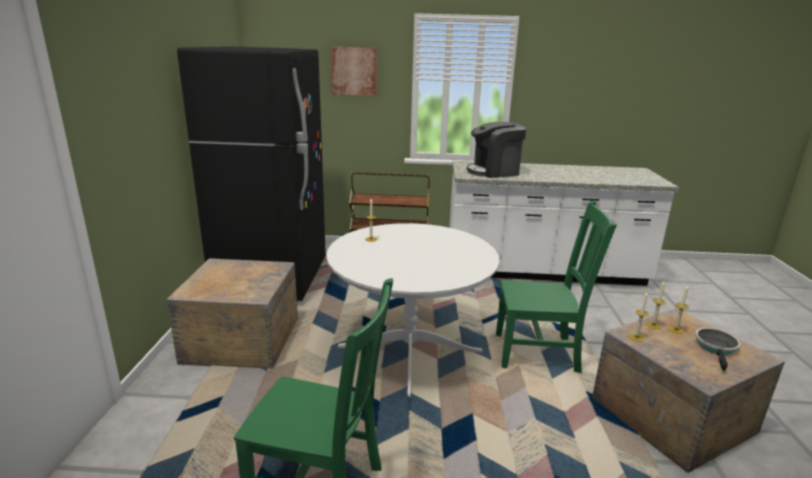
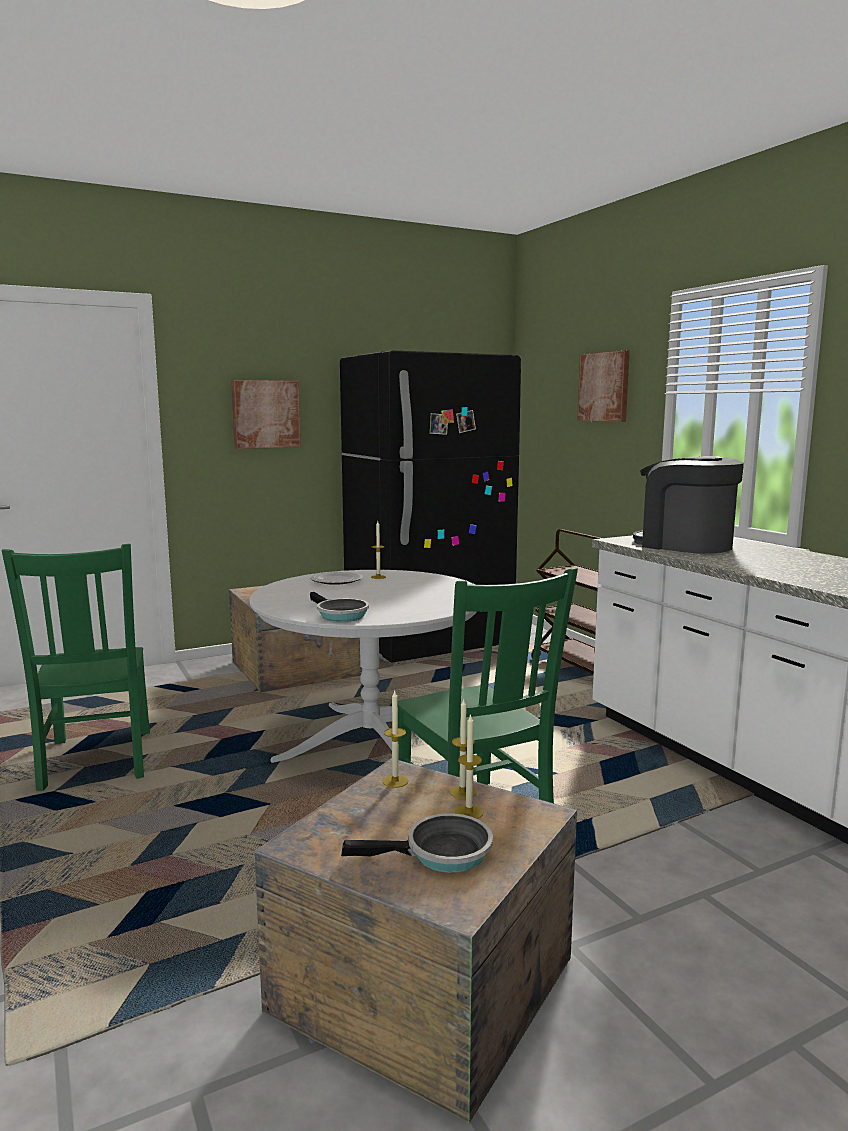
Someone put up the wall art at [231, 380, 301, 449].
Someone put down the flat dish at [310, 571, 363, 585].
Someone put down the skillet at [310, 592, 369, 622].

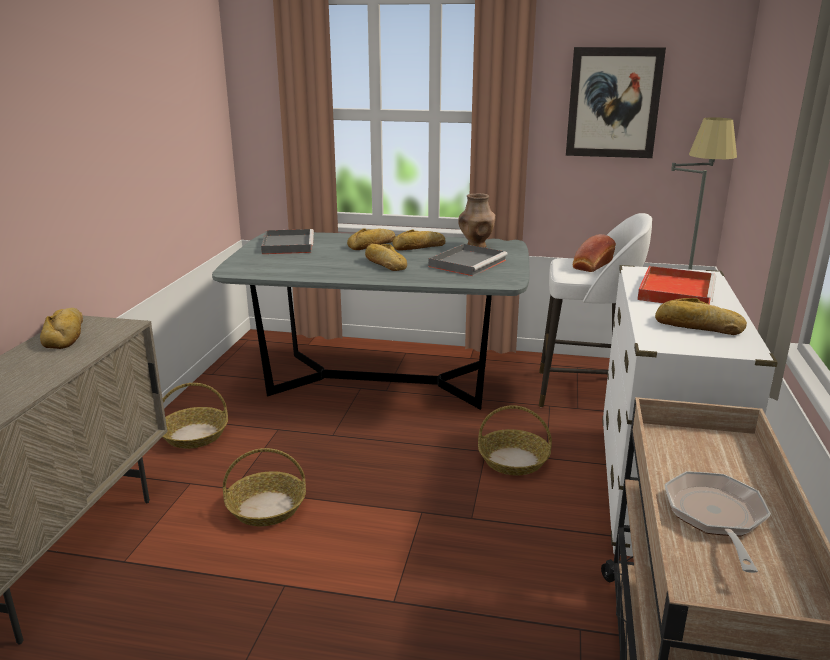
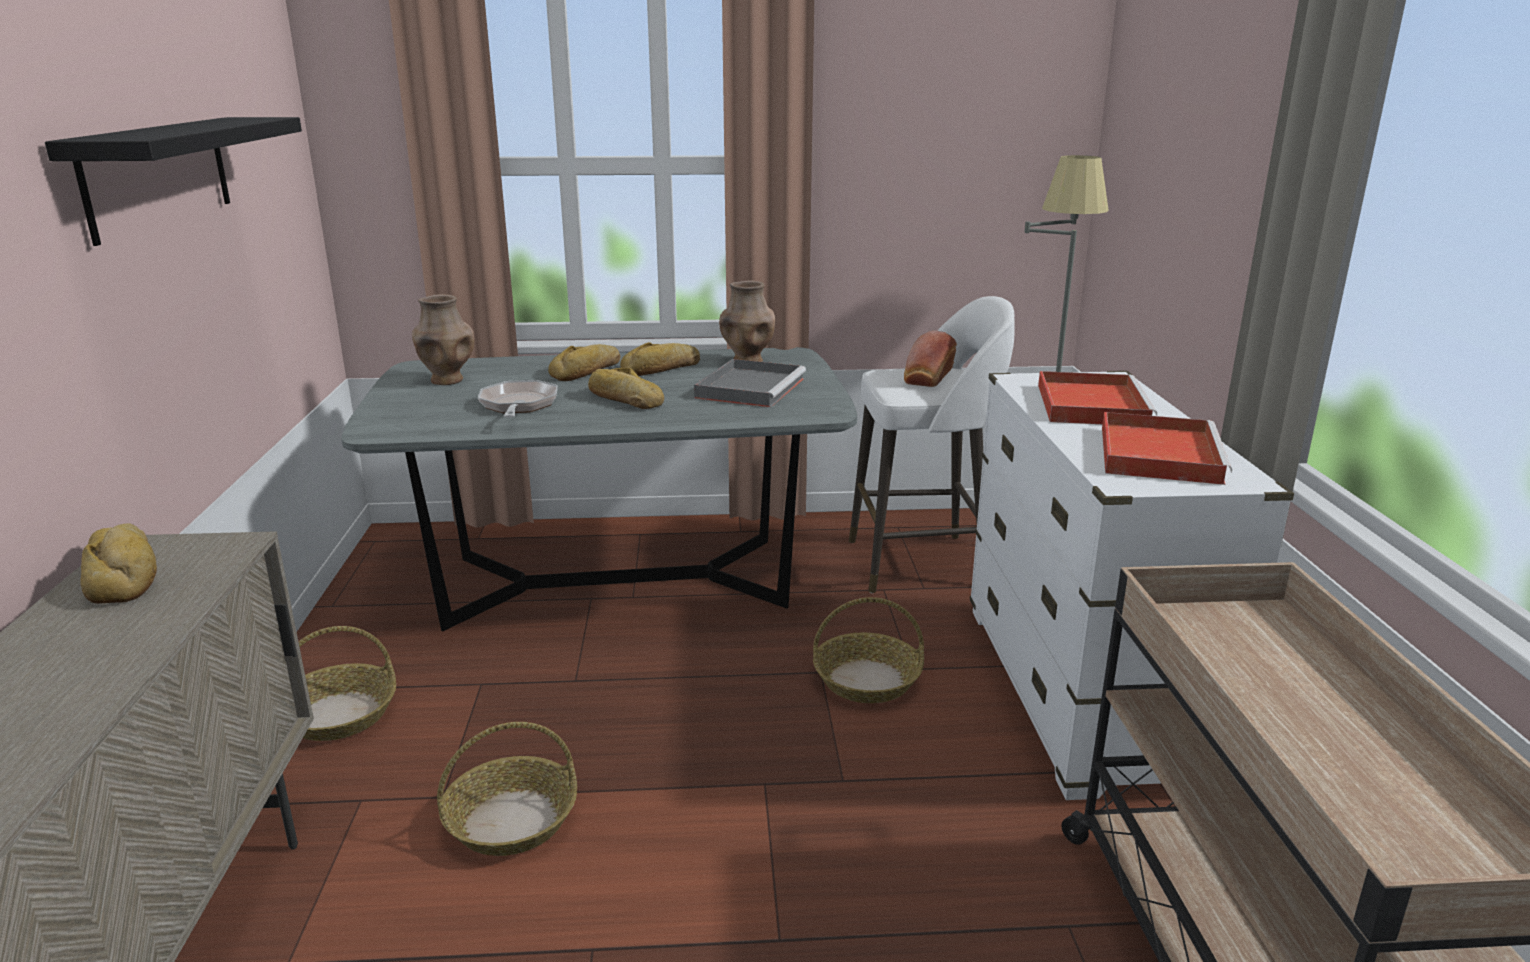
Someone took away the wall art at [566, 47, 666, 158].
Someone put up the black-coloured wall shelf at [45, 117, 302, 246].
Someone carried the skillet from [665, 471, 771, 573] to [478, 380, 558, 418].
Someone swapped the gray serving tray at [261, 229, 314, 254] for the brown decorative vase at [412, 294, 474, 385].
Someone swapped the bakery bread at [655, 298, 747, 335] for the red-coloured serving tray at [1102, 412, 1232, 485].

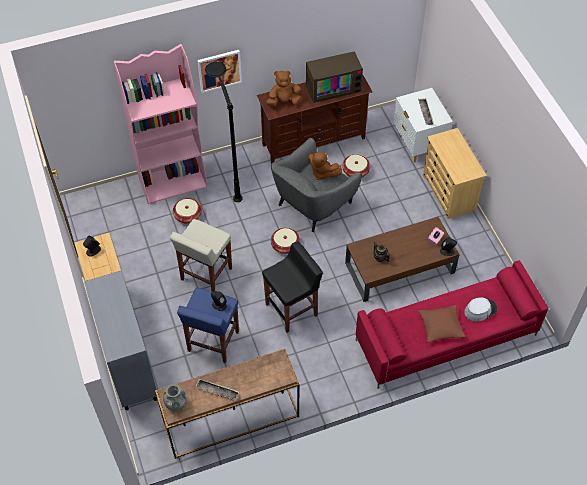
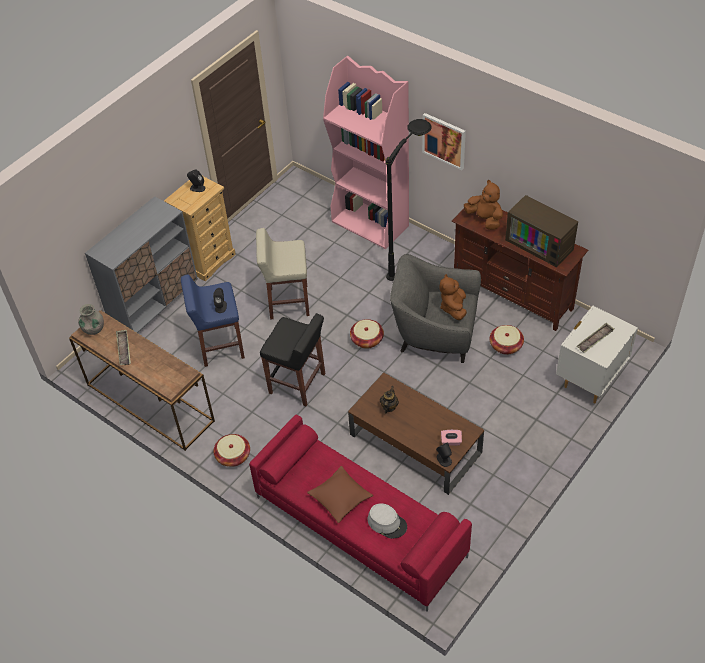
Someone took away the beige chest of drawers at [423, 128, 487, 219].
Someone carried the basket from [173, 198, 202, 224] to [214, 434, 250, 467].

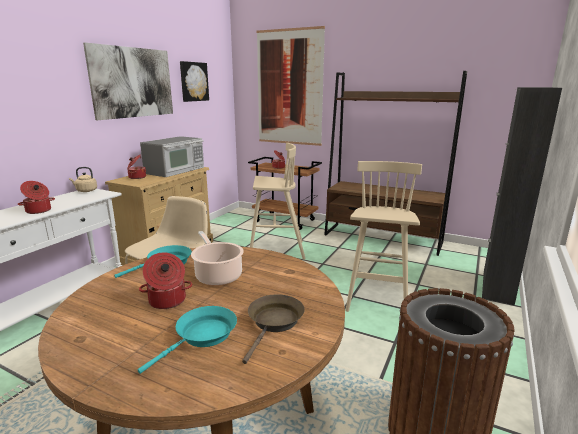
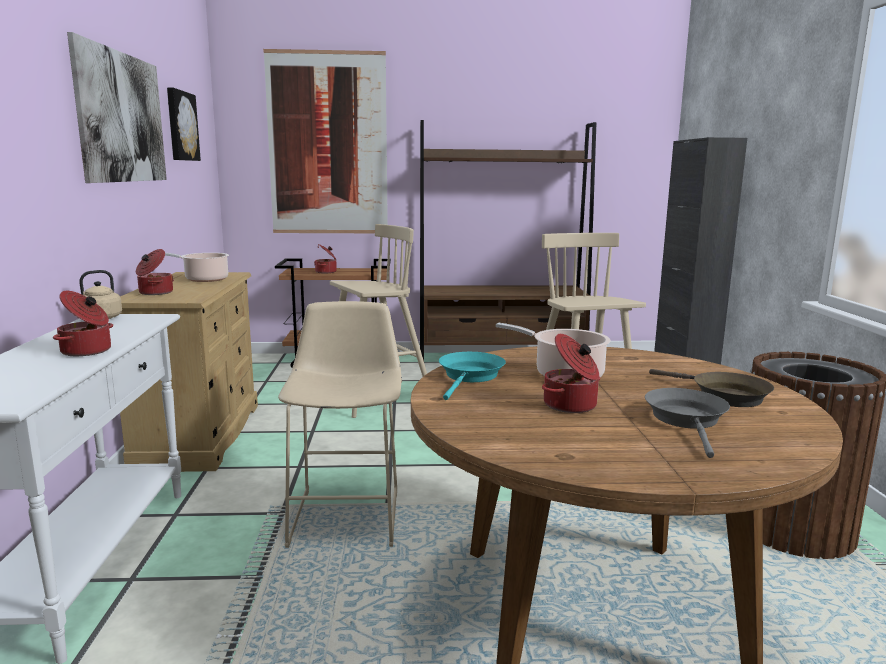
Someone swapped the kitchen microwave at [140, 136, 204, 177] for the cooking pot at [165, 253, 229, 282].
Someone repainted the turquoise-coloured skillet at [138, 306, 237, 374], which became the gray skillet at [645, 388, 730, 458].
Someone rotated the brown skillet at [242, 294, 305, 364] by 150 degrees clockwise.

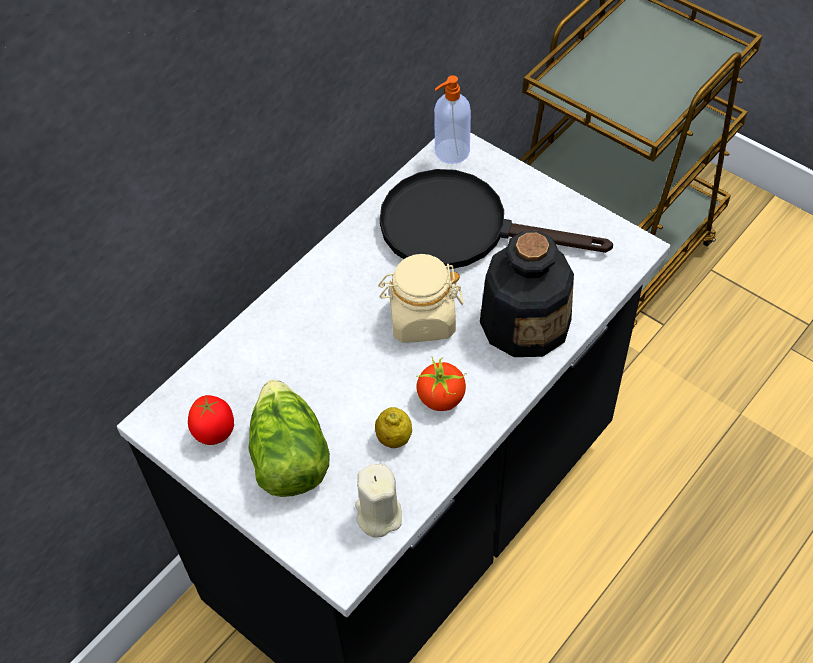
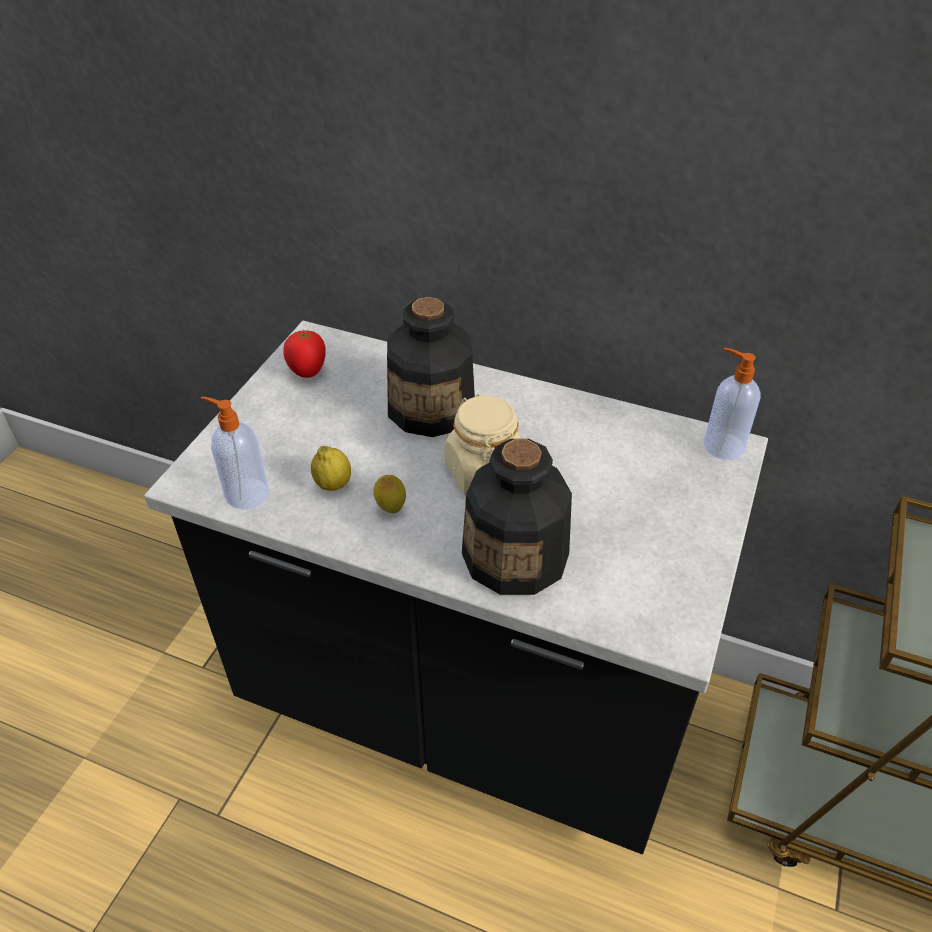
Someone took away the lettuce at [248, 379, 330, 497].
Someone took away the black-coloured skillet at [380, 169, 613, 269].
Someone put down the drink bottle at [387, 297, 475, 437].
Someone swapped the beige wax light at [355, 464, 402, 537] for the liquid soap bottle at [201, 396, 268, 509].
Someone swapped the tomato at [416, 357, 466, 411] for the citrus fruit at [373, 475, 406, 514].

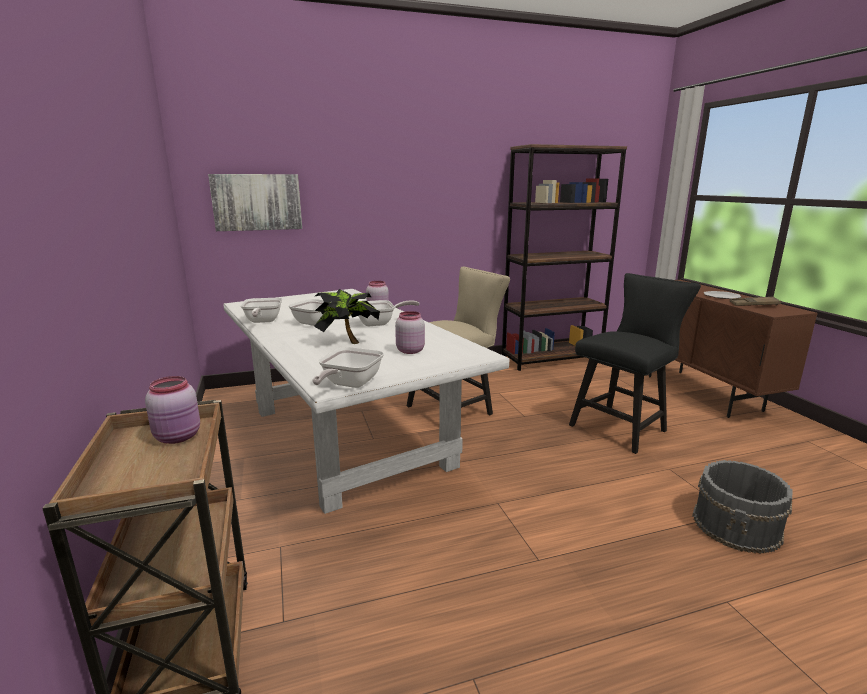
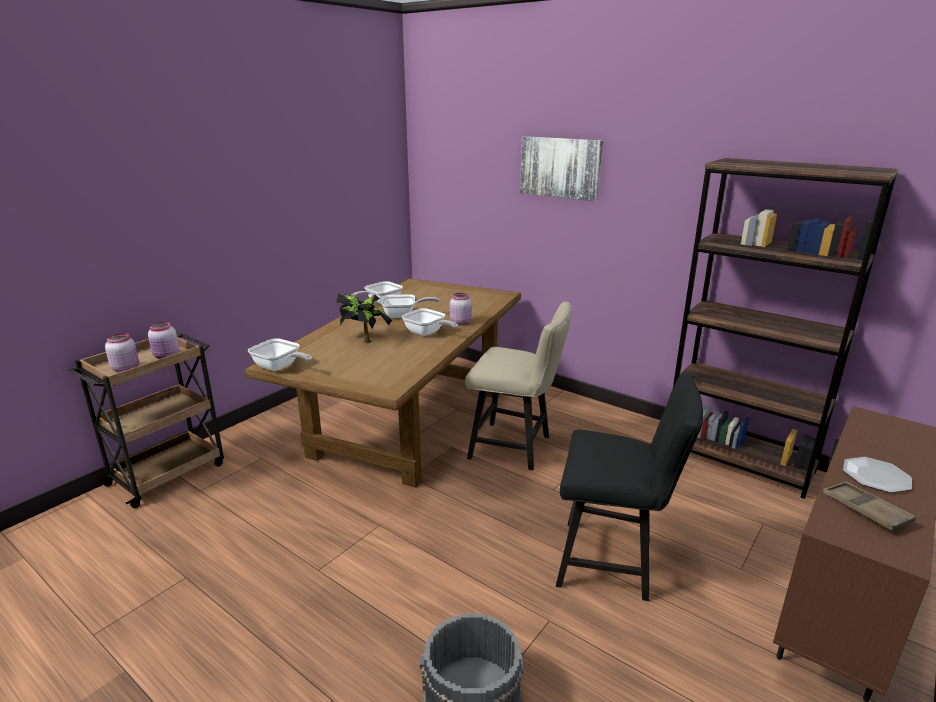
Someone carried the wall art from [208, 174, 302, 231] to [520, 136, 603, 202].
Someone carried the pink jar from [395, 311, 425, 354] to [105, 333, 139, 372].
Someone repainted the whitish kitchen table at [223, 289, 509, 514], which became the brown kitchen table at [245, 278, 521, 488].
Someone rotated the skillet at [312, 347, 384, 388] by 135 degrees counterclockwise.

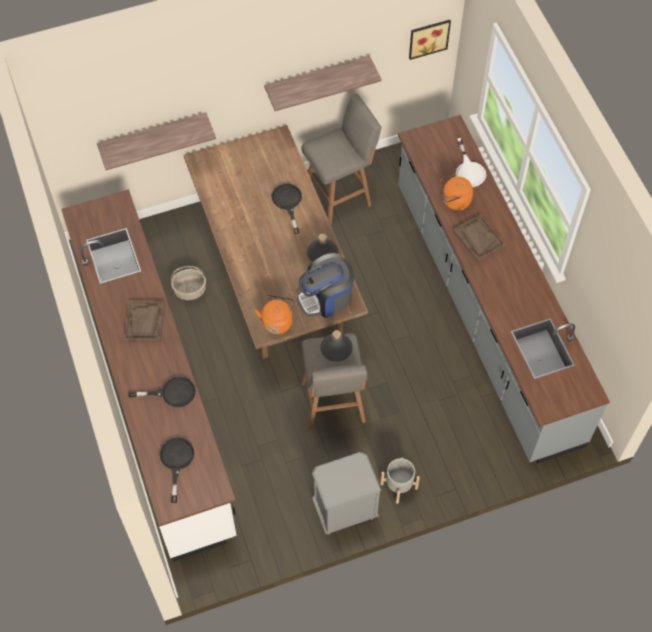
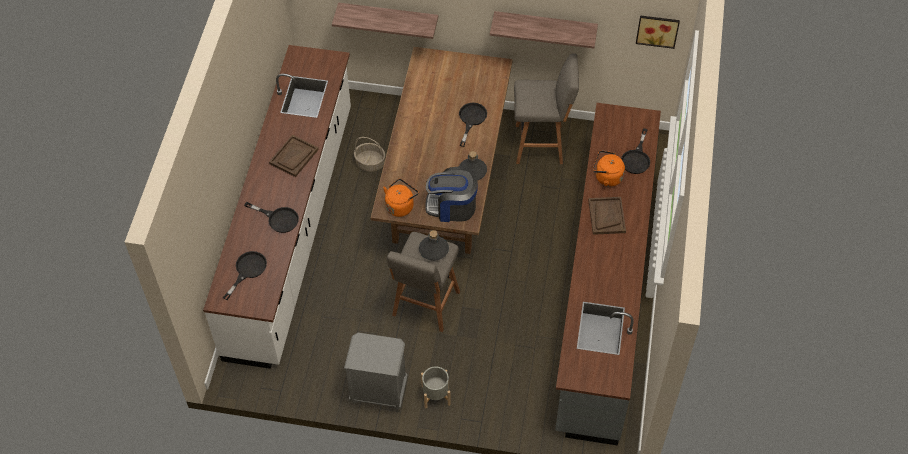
Someone repainted the whitish skillet at [456, 138, 486, 187], which became the black-coloured skillet at [621, 128, 650, 174].

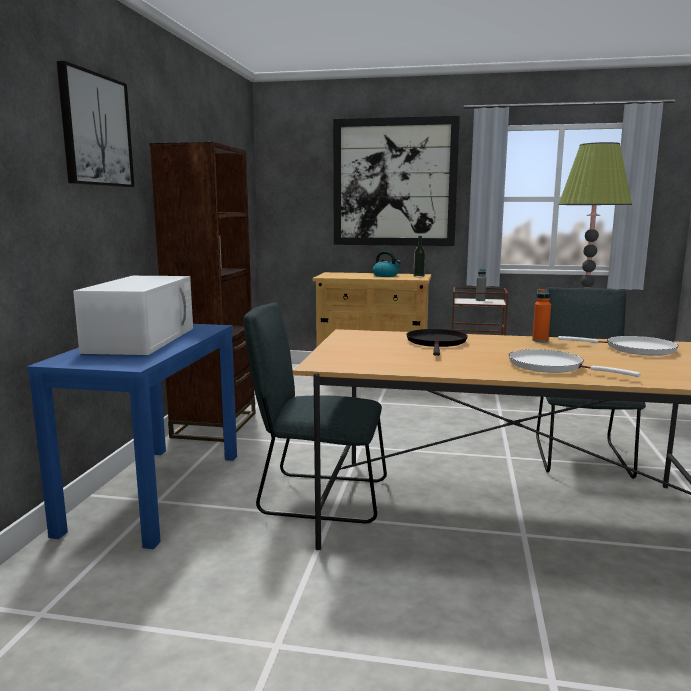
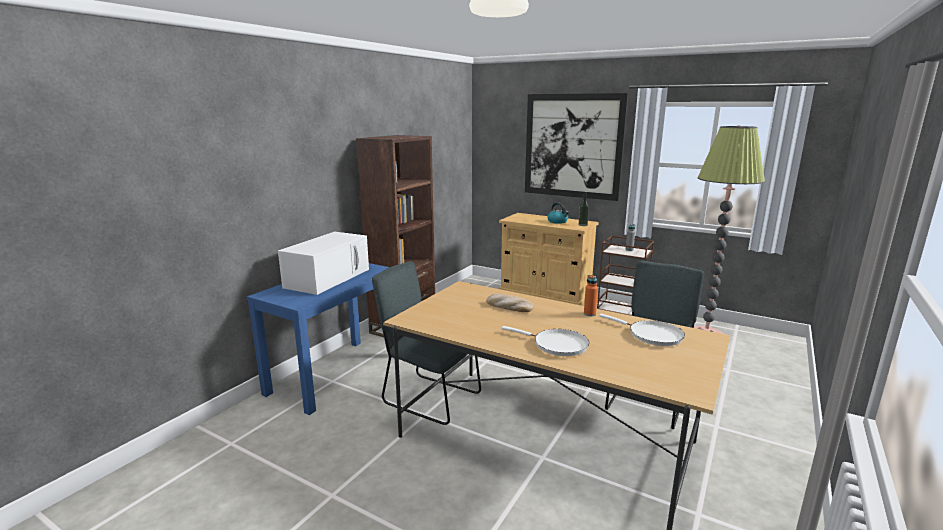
Someone took away the wall art at [57, 61, 134, 187].
Someone swapped the black-coloured skillet at [406, 329, 468, 356] for the bakery bread at [486, 294, 533, 312].
Someone rotated the whitish skillet at [509, 349, 641, 377] by 150 degrees clockwise.

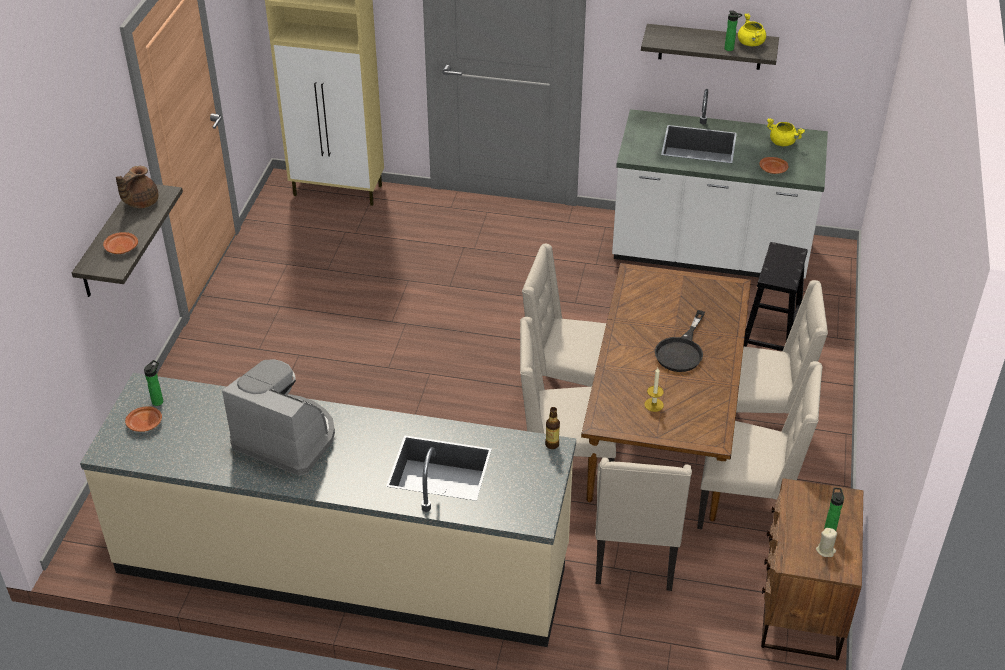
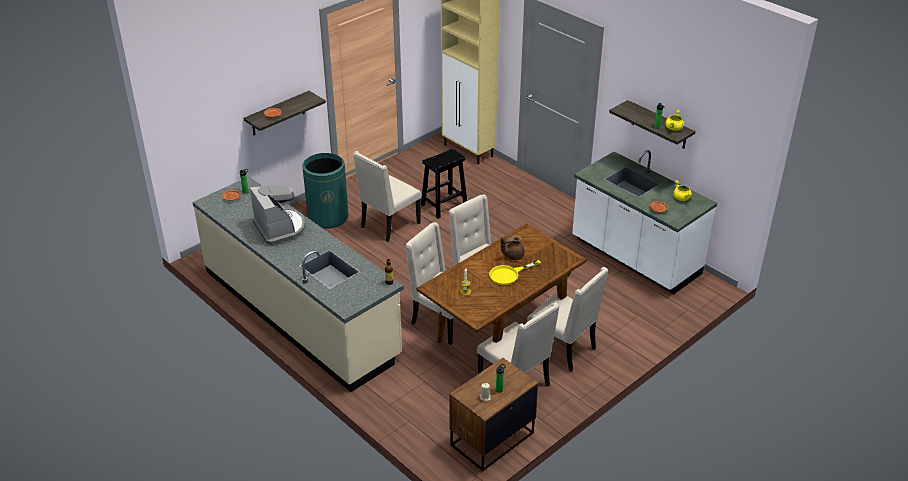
Someone put down the green-coloured waste bin at [302, 153, 349, 229].
Someone carried the brown tea pot from [116, 166, 158, 208] to [500, 235, 525, 260].
Someone carried the beige plain chair from [595, 458, 692, 591] to [353, 151, 421, 242].
Someone carried the black-coloured stool from [744, 242, 808, 351] to [421, 149, 467, 219].
Someone repainted the black-coloured skillet at [655, 310, 705, 372], which became the yellow skillet at [489, 260, 541, 285].

